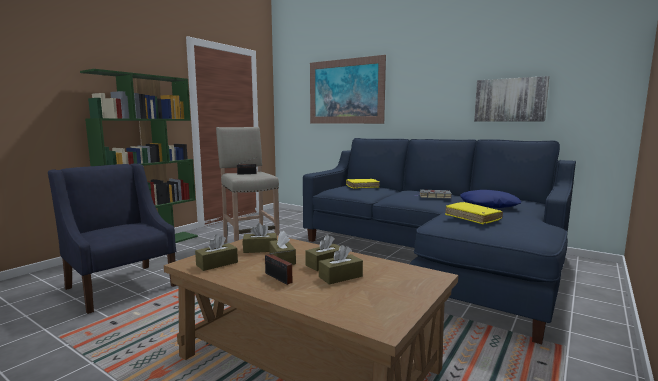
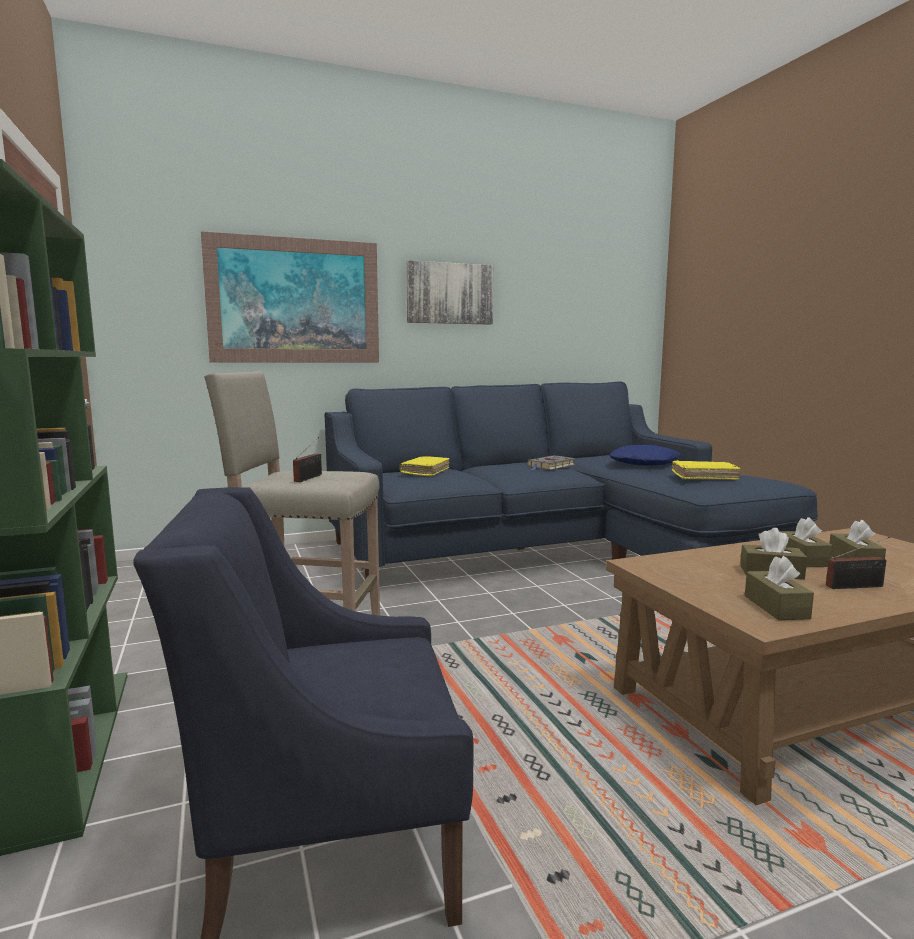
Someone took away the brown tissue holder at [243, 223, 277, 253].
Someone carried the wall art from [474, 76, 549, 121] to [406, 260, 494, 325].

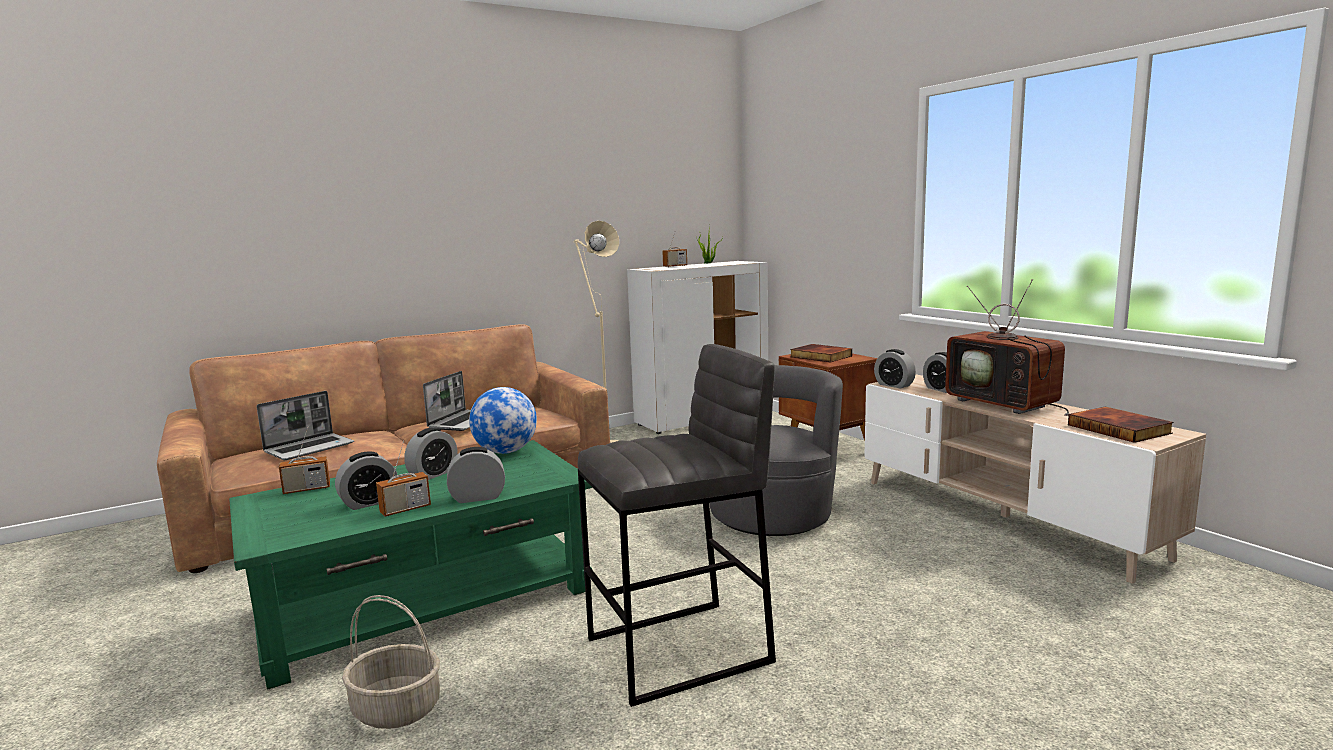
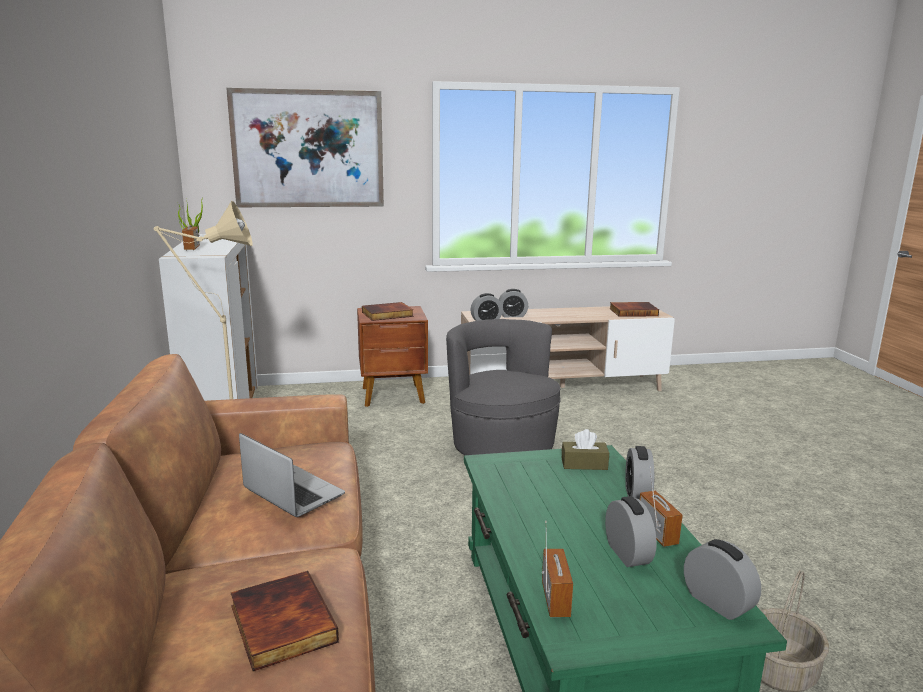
Someone took away the globe at [469, 387, 537, 454].
Someone took away the gray stool at [578, 344, 776, 707].
Someone took away the television at [945, 279, 1069, 416].
Someone put up the wall art at [226, 88, 384, 207].
Someone put down the brown tissue holder at [562, 429, 609, 470].
Someone carried the alarm clock from [404, 428, 458, 480] to [684, 539, 761, 620].
Someone swapped the notebook computer at [257, 391, 354, 460] for the volume at [231, 571, 339, 671].

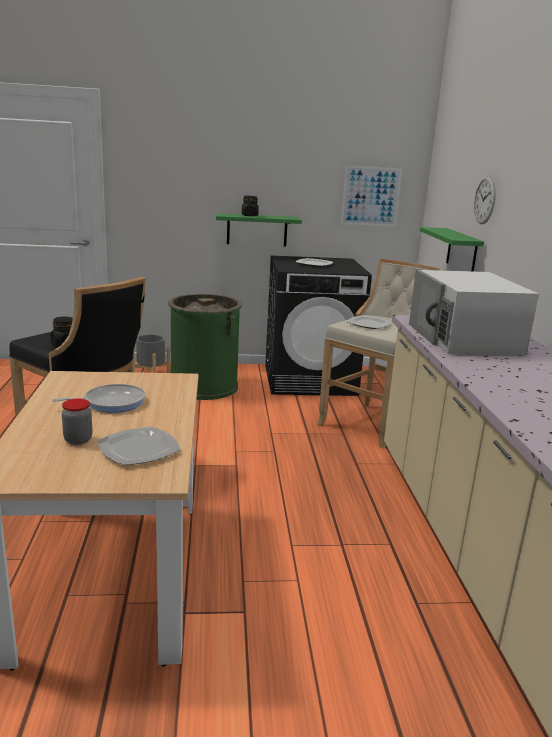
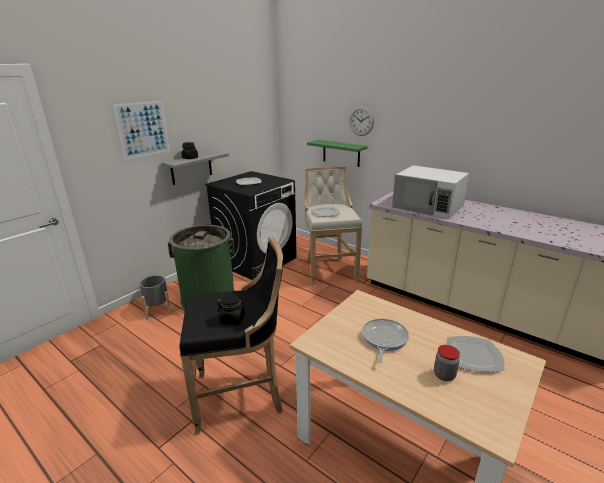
Someone carried the wall art from [341, 165, 402, 226] to [114, 101, 170, 160].
Someone repainted the green-coloured wall shelf at [216, 213, 302, 247], which became the gray wall shelf at [161, 151, 229, 185].

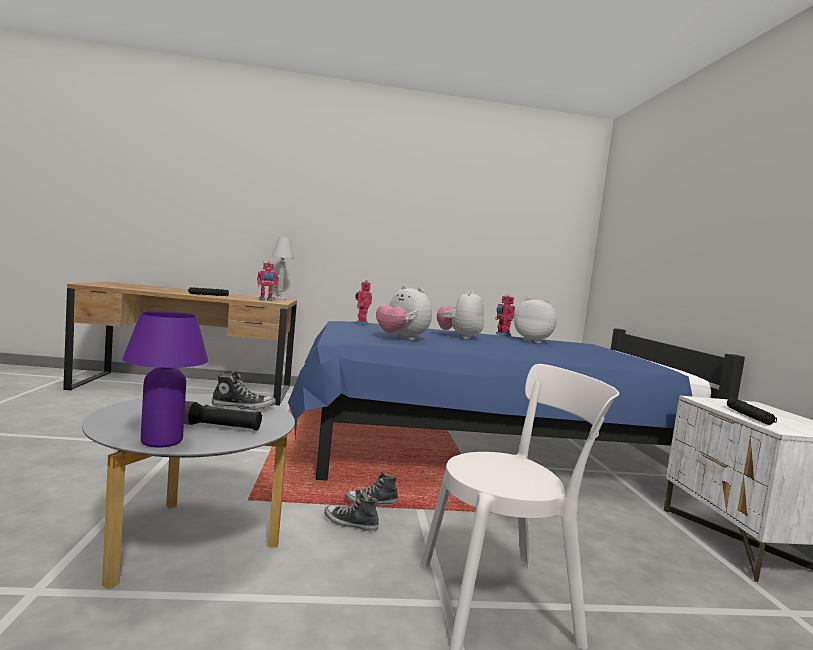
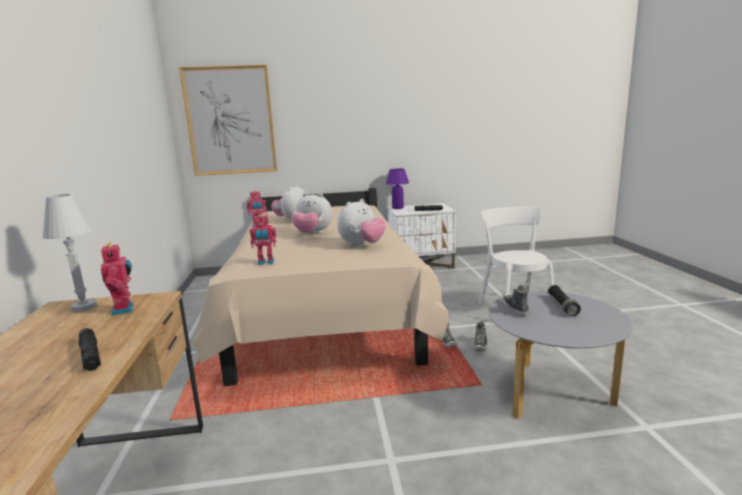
Someone put up the wall art at [179, 65, 277, 176].
Someone carried the purple-coloured table lamp from [122, 311, 208, 448] to [386, 169, 409, 209].
Someone repainted the blue-coloured bed at [288, 321, 745, 481], which became the beige bed at [194, 188, 448, 386].

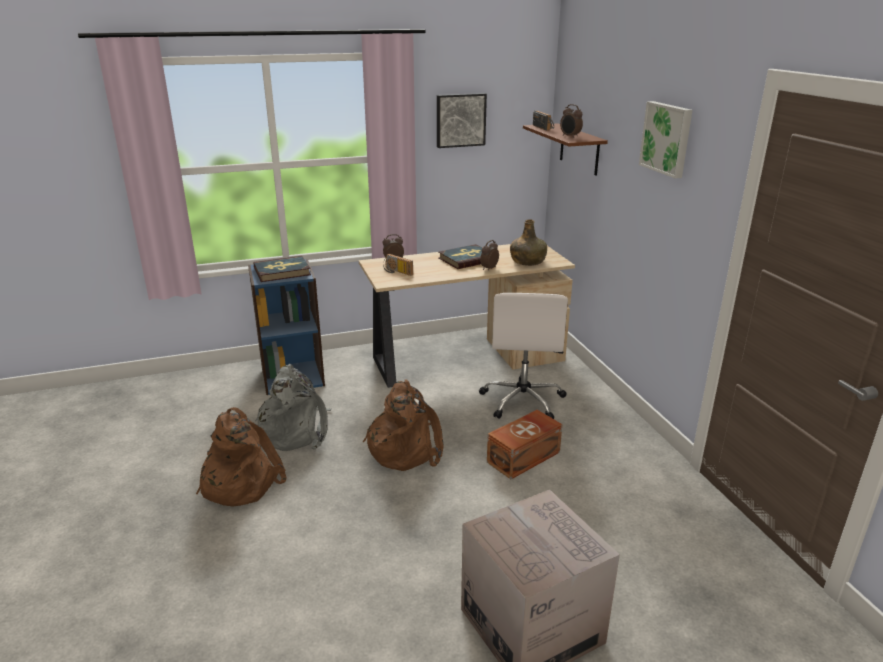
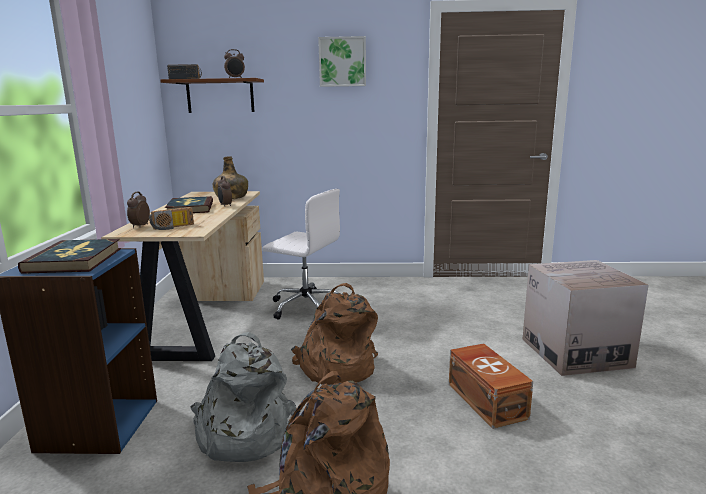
Someone took away the wall art at [437, 93, 487, 148].
Someone carried the brown storage bin from [487, 410, 562, 479] to [449, 343, 533, 429].

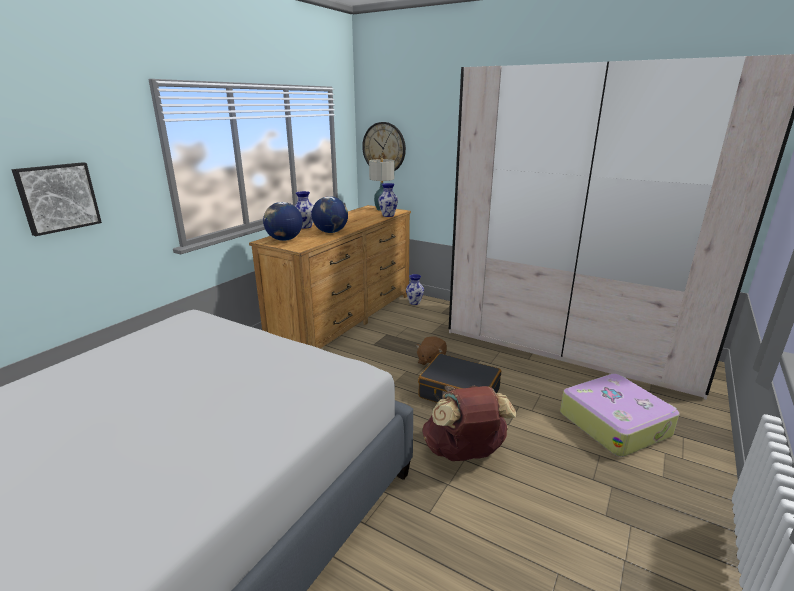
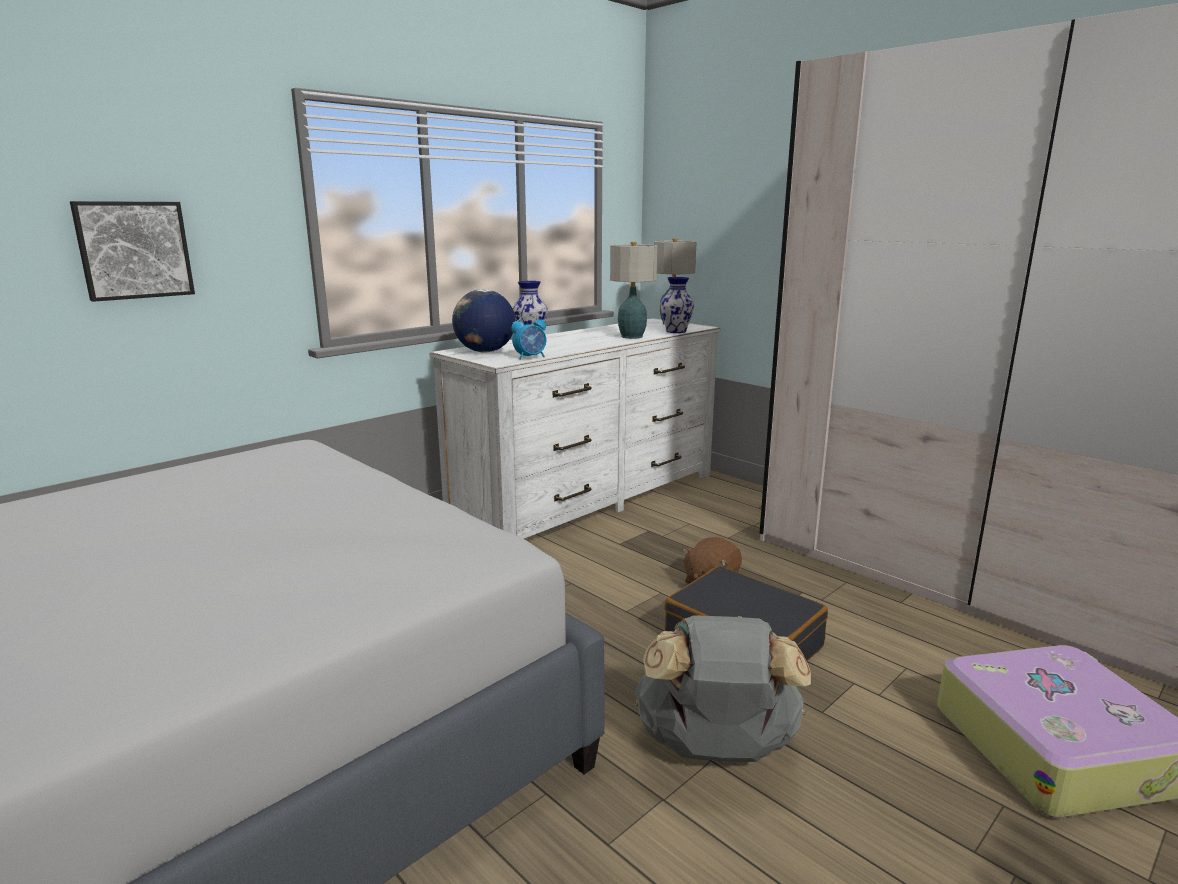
Someone took away the globe at [312, 196, 348, 233].
Someone took away the hanging clock at [362, 122, 406, 171].
Someone took away the decorative vase at [406, 274, 424, 305].
Someone put down the alarm clock at [512, 314, 546, 359].
Someone put down the table lamp at [610, 242, 657, 339].
Someone repainted the brown chest of drawers at [249, 205, 411, 349], which became the whitish chest of drawers at [429, 318, 721, 539].
Someone repainted the brown backpack at [422, 385, 517, 461], which became the gray backpack at [634, 615, 811, 762].

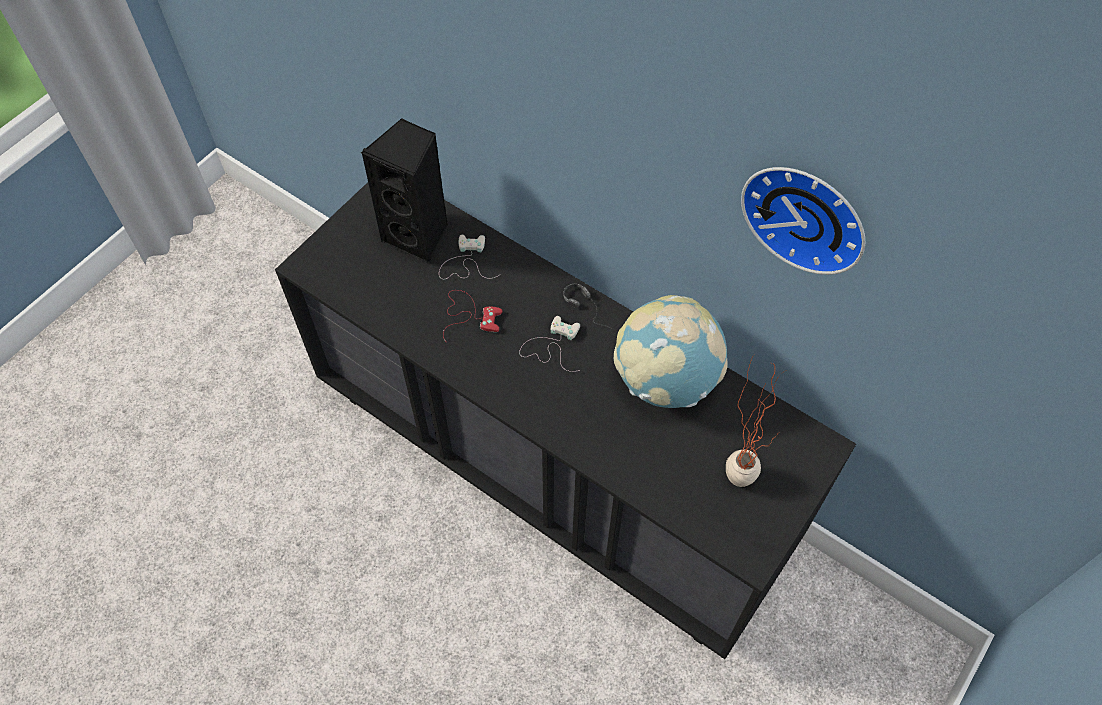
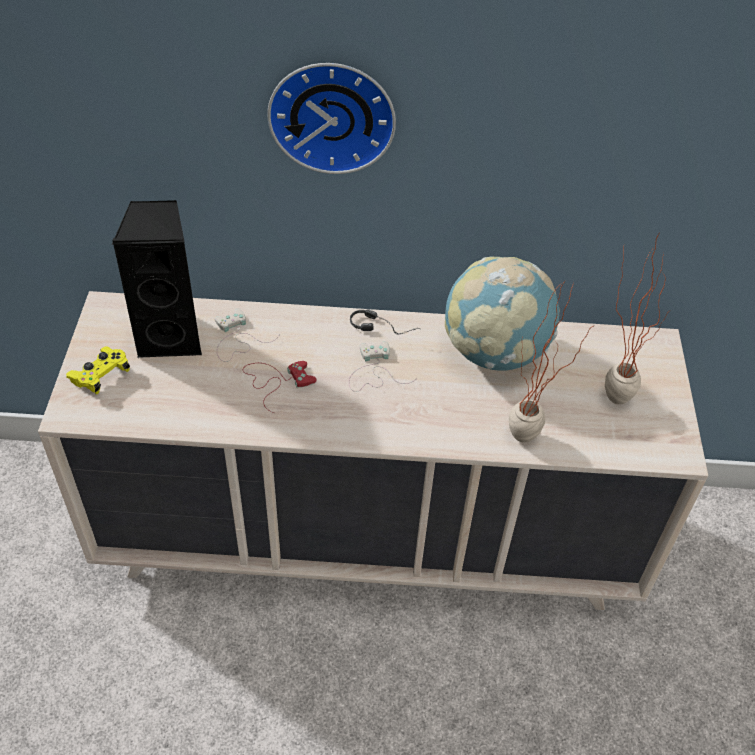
Someone put down the yellow gamepad at [66, 346, 130, 395].
Someone put down the houseplant at [509, 281, 593, 443].
Someone carried the hanging clock from [741, 167, 865, 275] to [267, 63, 396, 174].
Someone repainted the black-coloured chest of drawers at [275, 182, 856, 659], which became the beige chest of drawers at [38, 291, 708, 610].

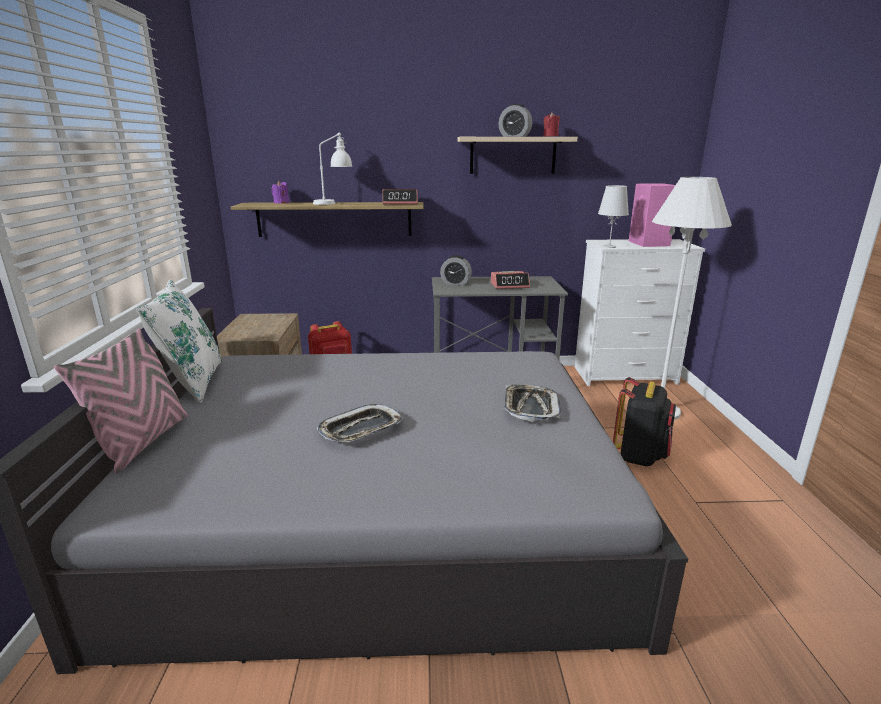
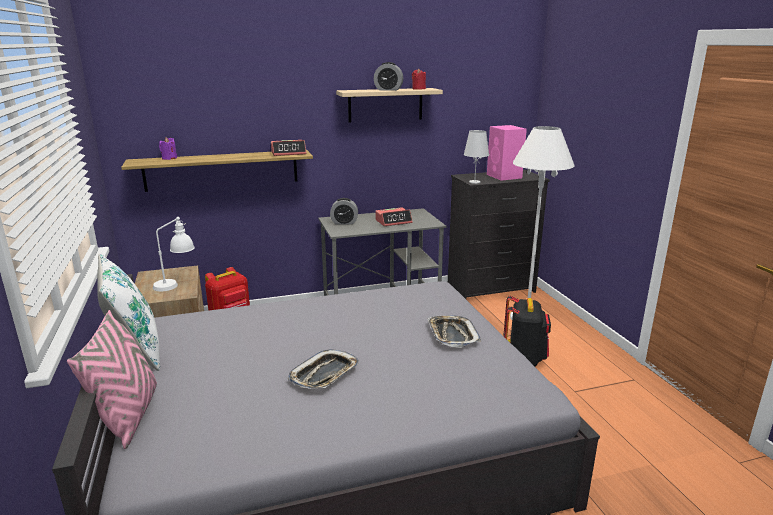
Someone carried the whitish table lamp from [313, 132, 353, 205] to [153, 216, 195, 291].
Someone repainted the whitish chest of drawers at [575, 239, 705, 386], which became the black-coloured chest of drawers at [448, 170, 550, 299].

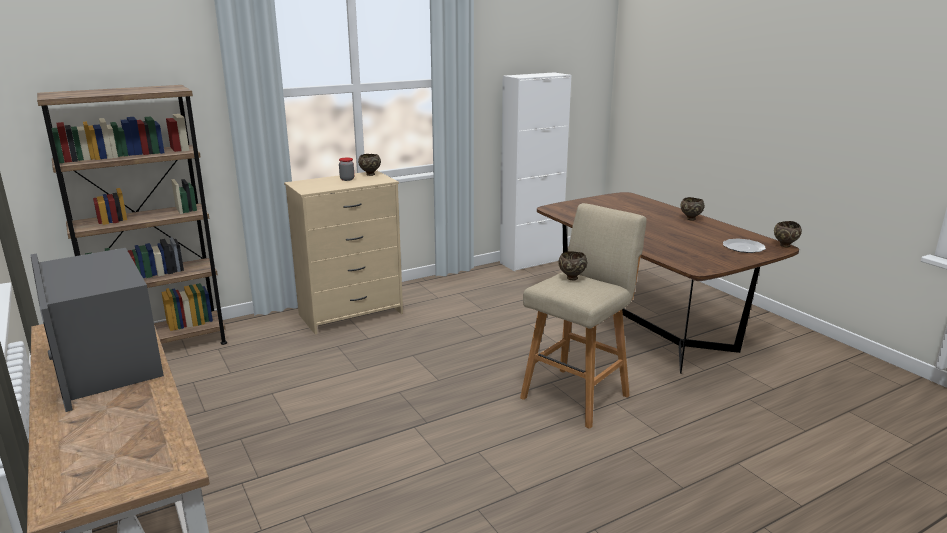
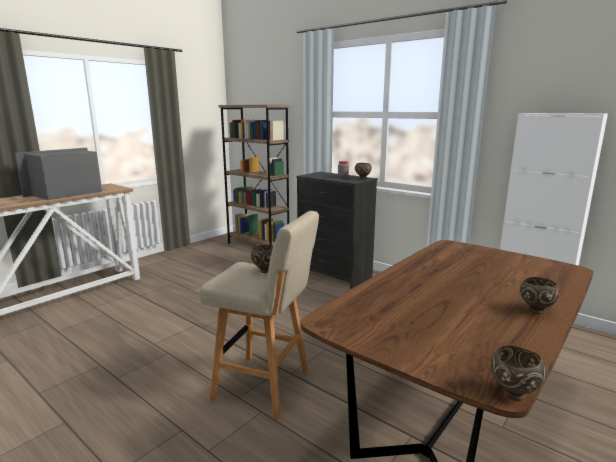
Someone took away the flat dish at [723, 239, 766, 253].
Someone repainted the beige chest of drawers at [284, 171, 403, 335], which became the black-coloured chest of drawers at [296, 172, 378, 289].

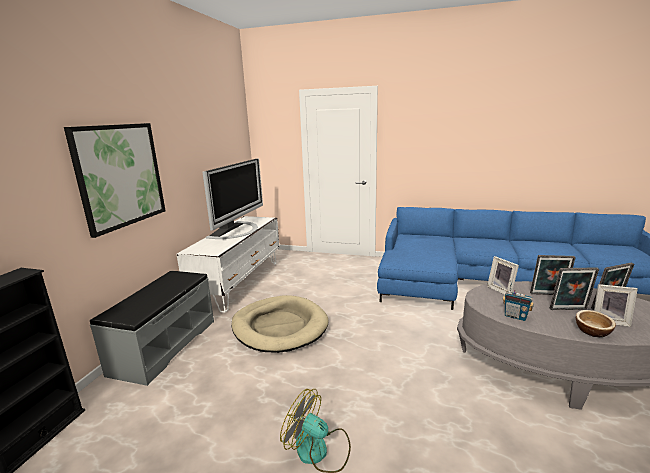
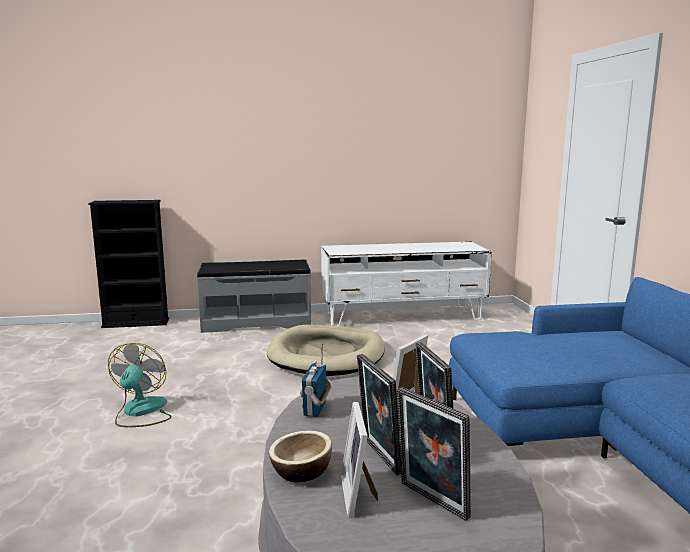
Someone took away the wall art at [64, 123, 165, 238].
Someone took away the television at [202, 158, 263, 239].

